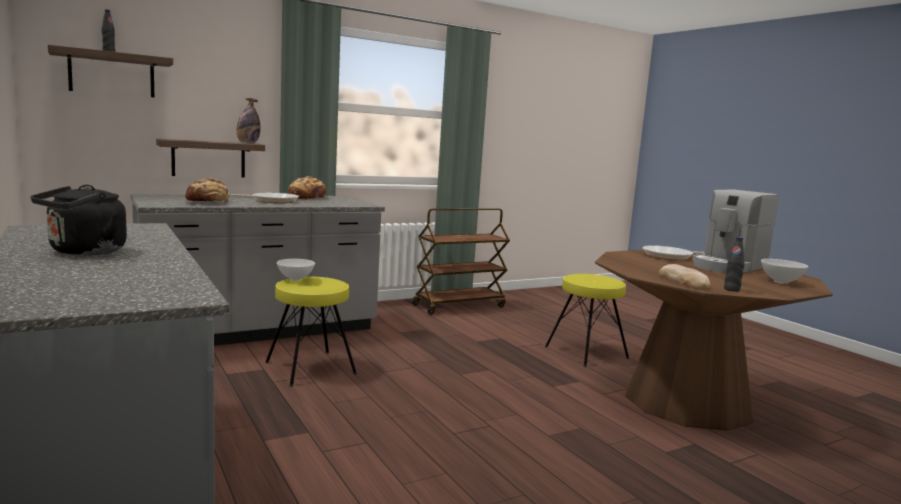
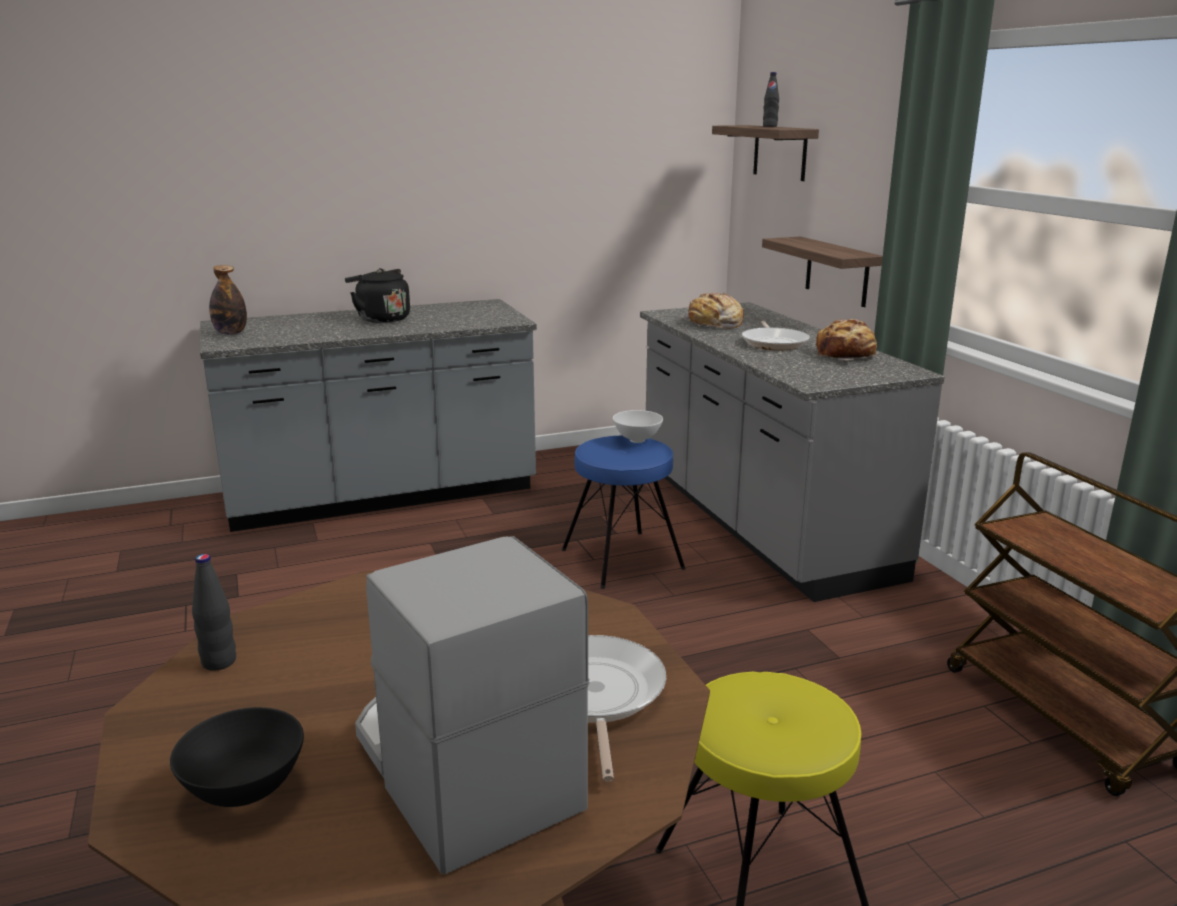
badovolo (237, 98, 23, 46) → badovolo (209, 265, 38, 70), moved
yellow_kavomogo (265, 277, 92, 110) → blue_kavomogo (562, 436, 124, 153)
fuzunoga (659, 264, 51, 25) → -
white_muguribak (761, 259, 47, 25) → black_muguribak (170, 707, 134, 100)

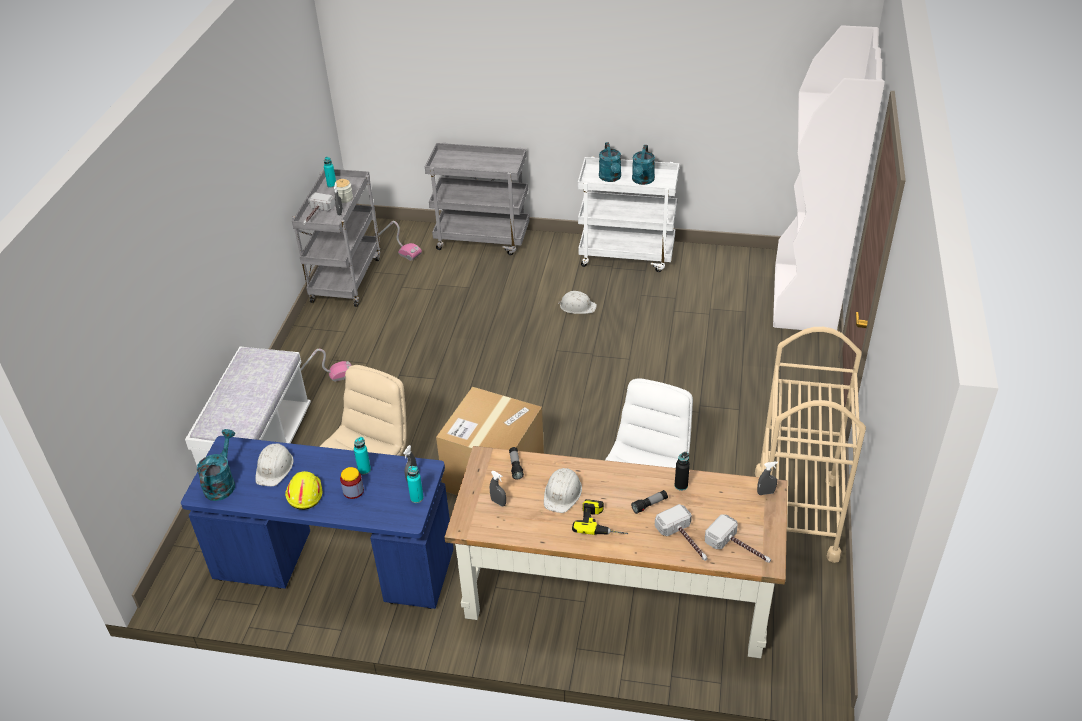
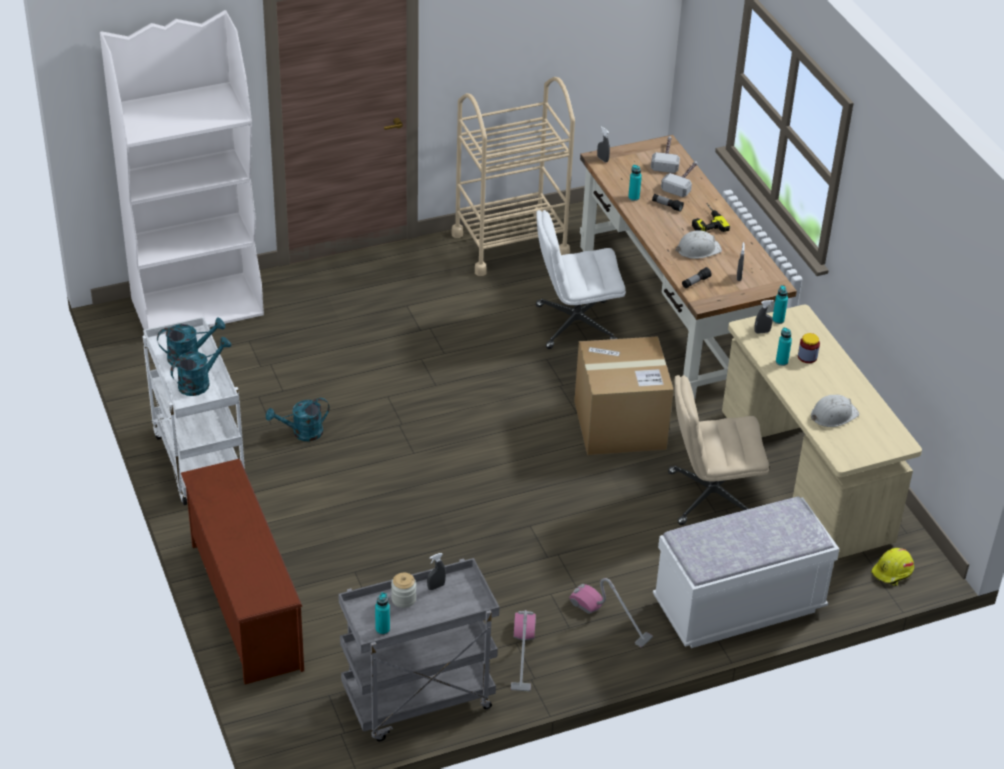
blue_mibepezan (181, 436, 273, 173) → beige_mibepezan (722, 305, 200, 253)
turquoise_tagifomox (197, 429, 38, 72) → turquoise_tagifomox (266, 398, 63, 43), moved
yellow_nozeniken (285, 471, 38, 39) → yellow_nozeniken (871, 548, 43, 38), moved
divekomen (303, 193, 32, 32) → -
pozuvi (379, 221, 43, 40) → pozuvi (511, 610, 25, 82), moved
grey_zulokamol (425, 142, 105, 113) → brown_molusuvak (181, 459, 123, 225)
white_nozeniken (558, 291, 39, 23) → -
black_badovolo (675, 452, 15, 39) → turquoise_badovolo (628, 165, 14, 36)

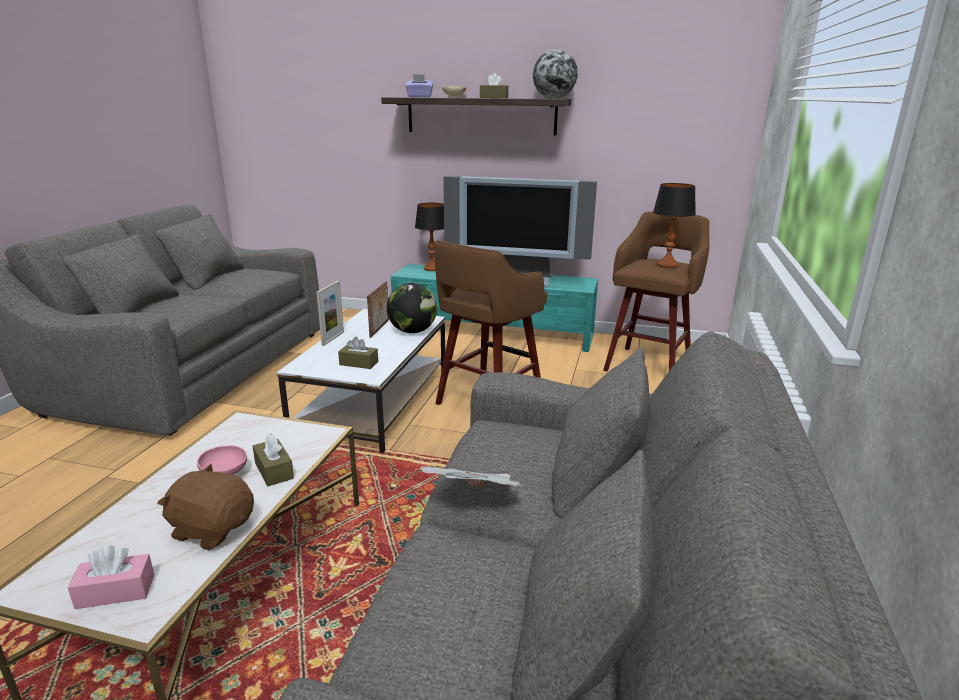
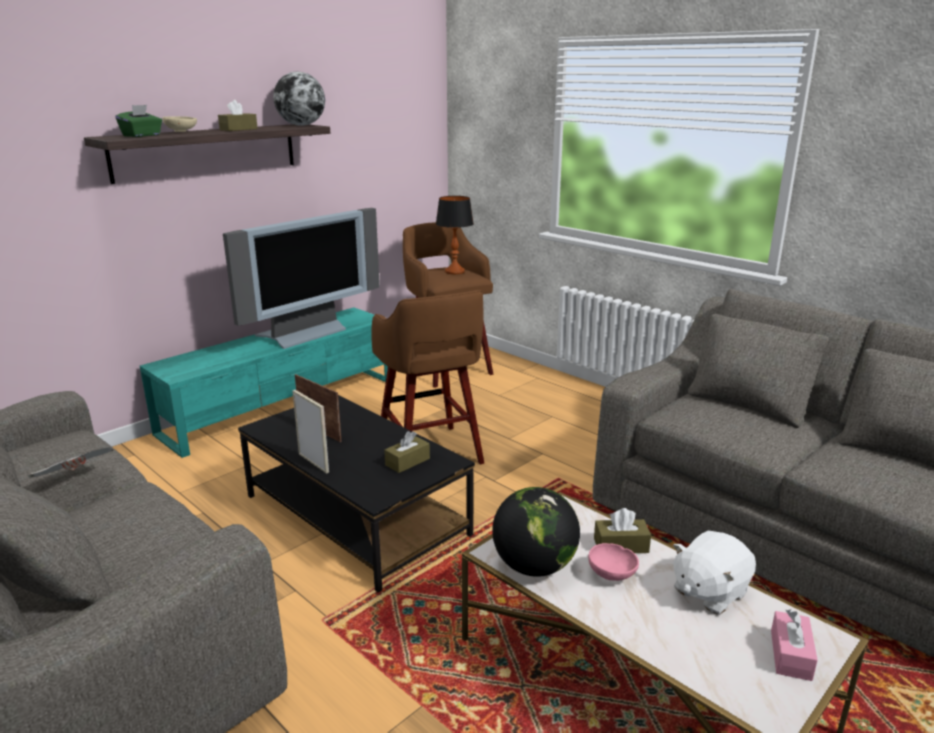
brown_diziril (157, 464, 97, 86) → white_diziril (673, 531, 83, 84)
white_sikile (277, 309, 168, 144) → black_sikile (238, 395, 237, 198)
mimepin (387, 283, 50, 50) → mimepin (492, 487, 88, 90), moved
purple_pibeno (406, 74, 27, 23) → green_pibeno (115, 105, 47, 32)
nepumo (415, 203, 29, 68) → -
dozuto (420, 466, 103, 21) → dozuto (28, 447, 86, 31), moved

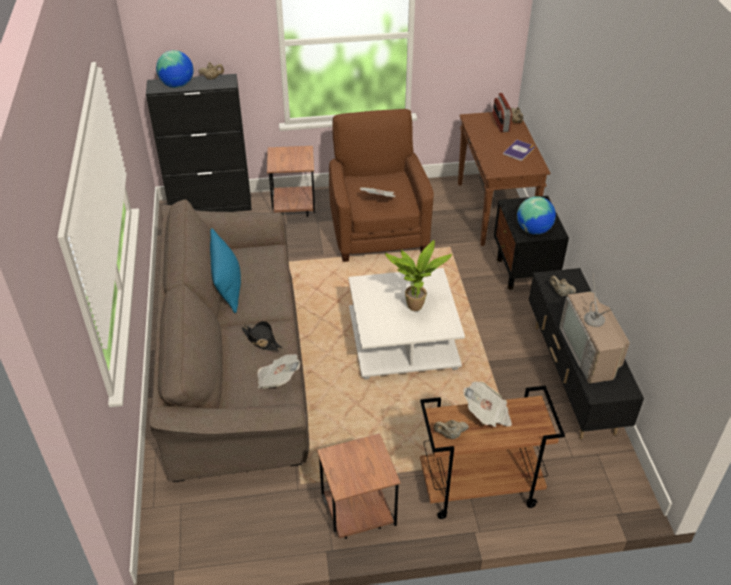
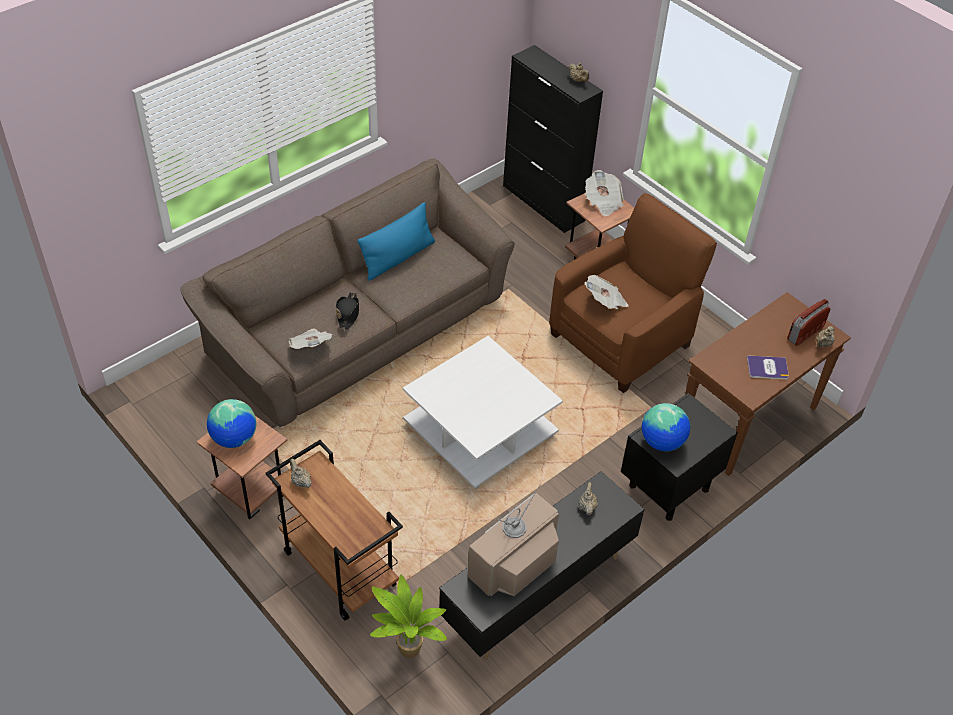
mimepin (156, 50, 37, 38) → mimepin (207, 399, 49, 49), moved
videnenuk (385, 240, 67, 71) → videnenuk (370, 575, 77, 83), moved
dozuto (463, 381, 49, 46) → dozuto (585, 170, 39, 46), moved

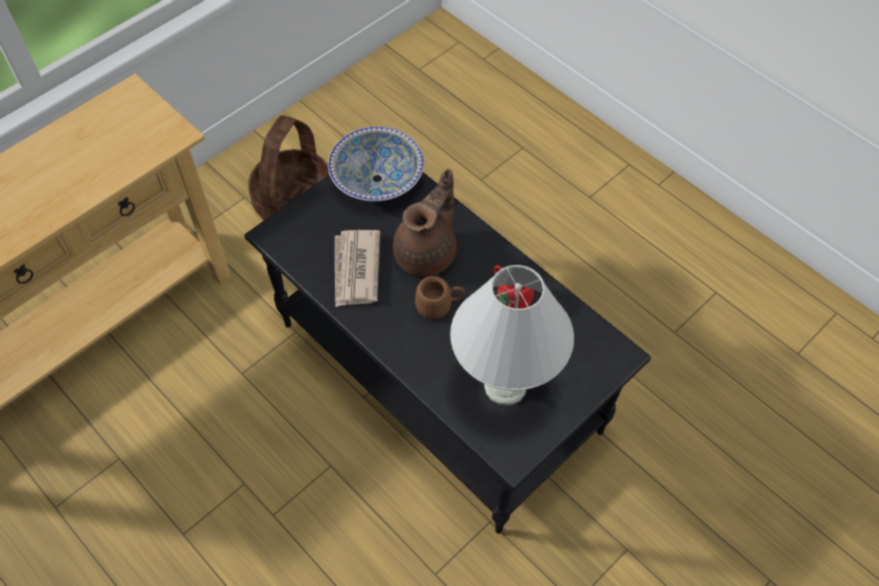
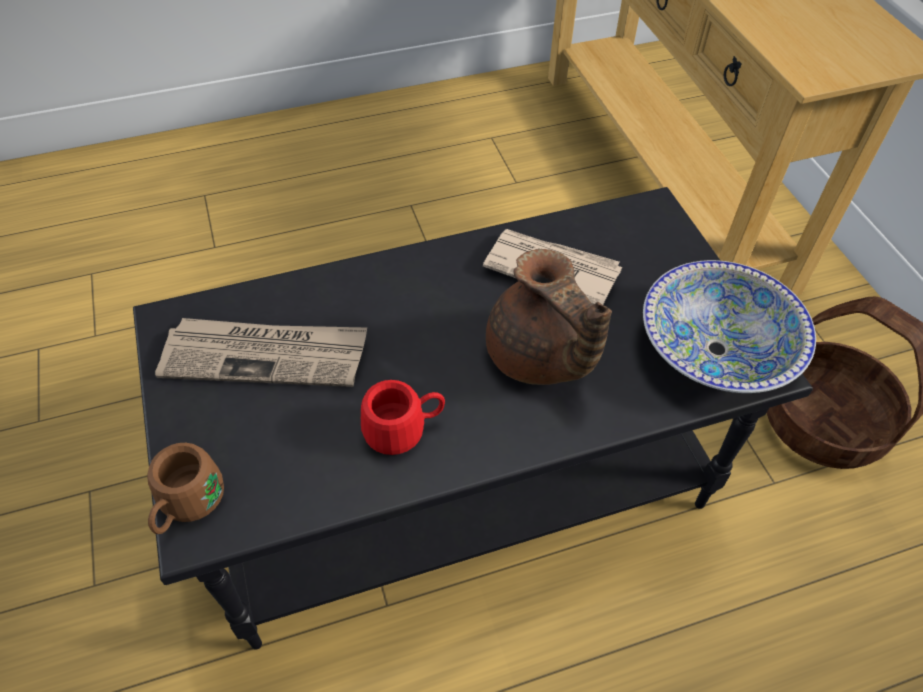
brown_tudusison (415, 276, 50, 43) → brown_tudusison (147, 443, 77, 91), moved
white_nepumo (450, 265, 124, 140) → dozuto (155, 318, 212, 69)

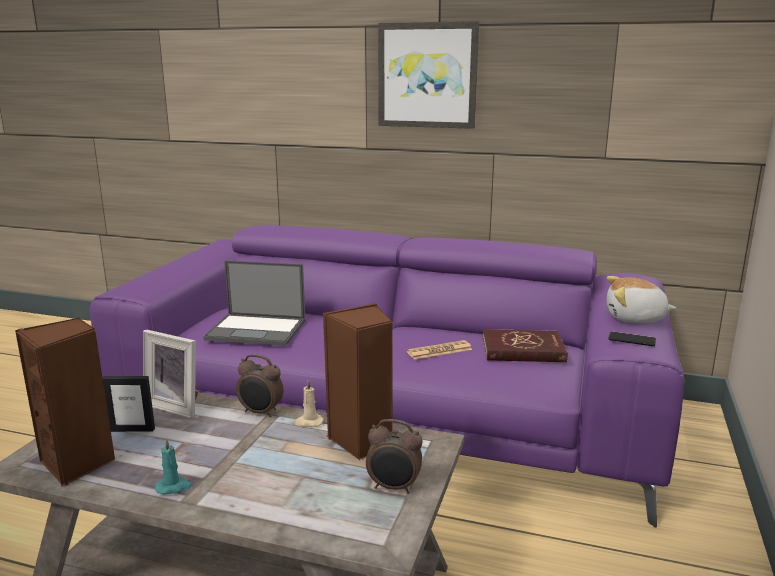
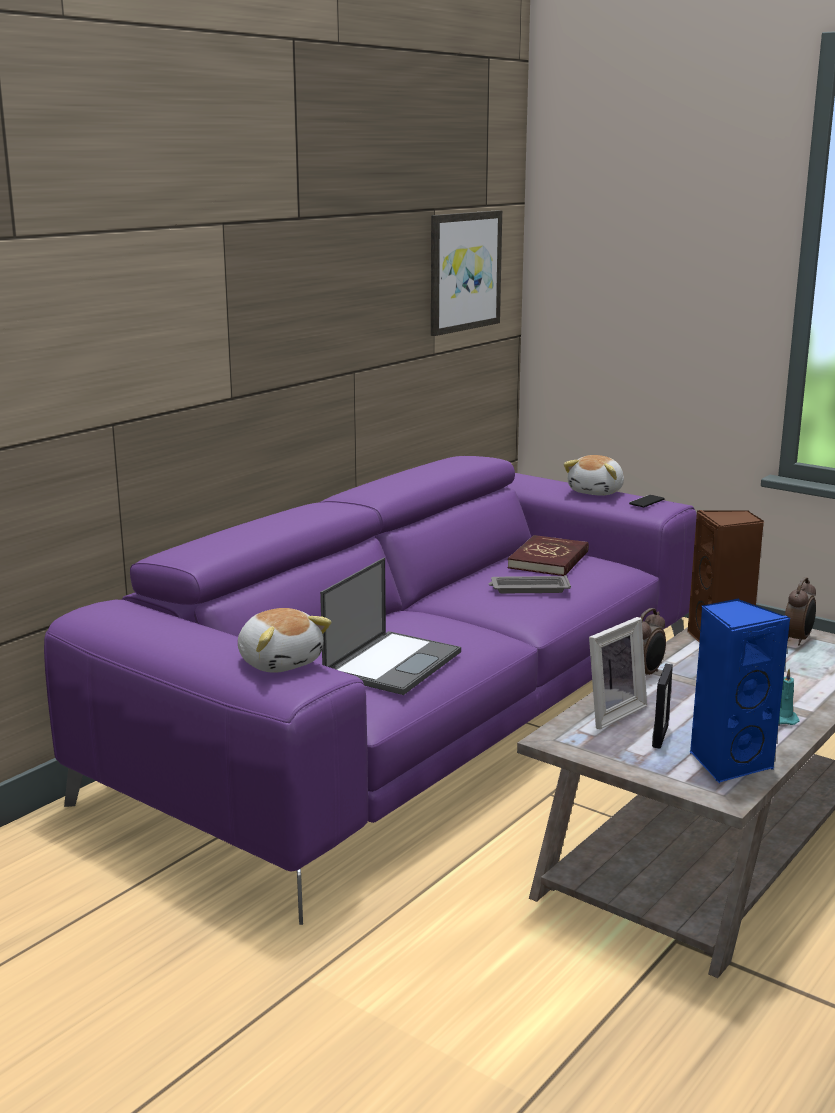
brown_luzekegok (15, 318, 100, 168) → blue_luzekegok (690, 599, 101, 184)
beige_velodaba (294, 379, 30, 48) → -
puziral (378, 21, 101, 108) → puziral (431, 210, 71, 126), moved
dozuto (407, 340, 66, 20) → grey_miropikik (489, 575, 82, 18)
- → diziril (238, 608, 93, 65)

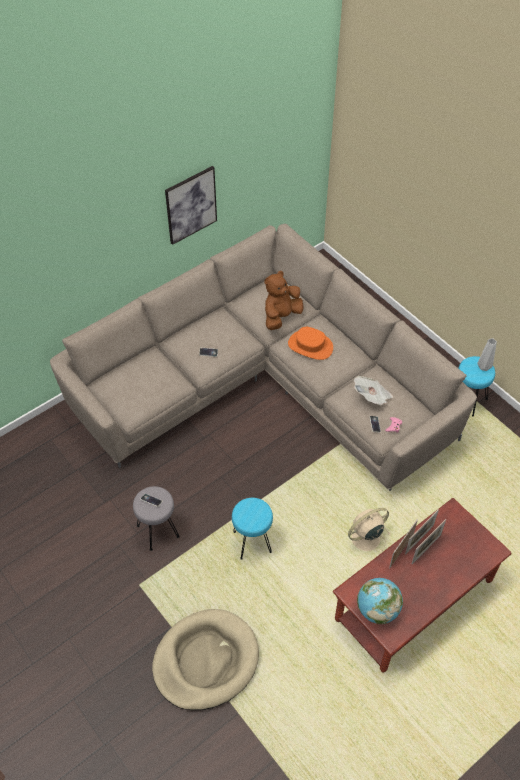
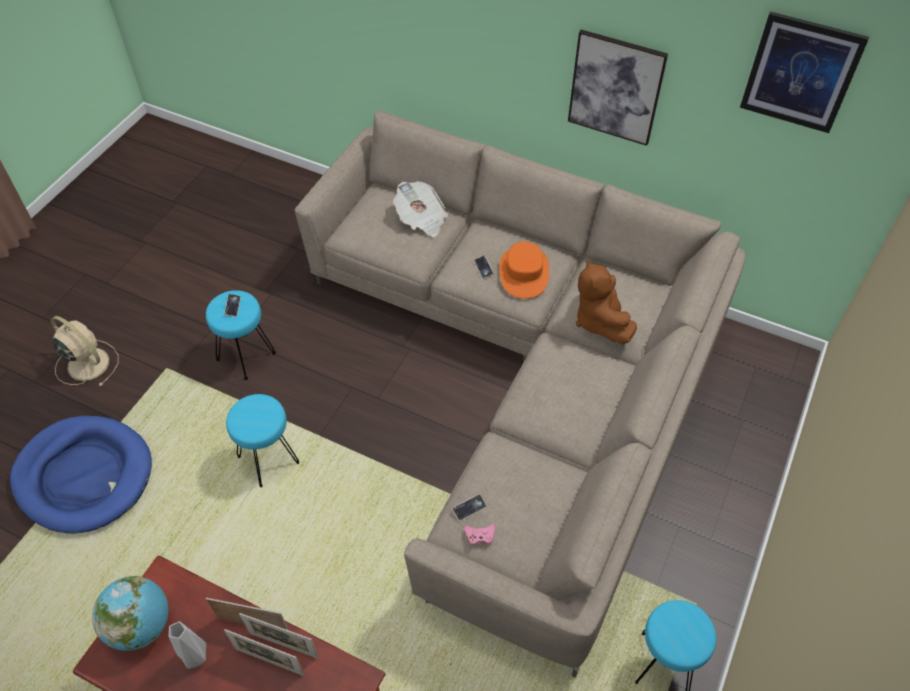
grey_kavomogo (133, 486, 47, 65) → turquoise_kavomogo (206, 290, 70, 90)
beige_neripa (152, 609, 107, 101) → blue_neripa (10, 416, 142, 117)
brown_diziril (265, 271, 39, 59) → brown_diziril (576, 258, 61, 86), 120 degrees counterclockwise
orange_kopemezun (288, 327, 45, 33) → orange_kopemezun (499, 242, 50, 57), moved
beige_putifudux (348, 508, 43, 47) → beige_putifudux (51, 316, 67, 70), moved
dozuto (354, 376, 39, 29) → dozuto (393, 181, 55, 56), moved
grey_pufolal (478, 338, 19, 33) → grey_pufolal (169, 621, 37, 48), moved
- → puziral (740, 11, 129, 122)

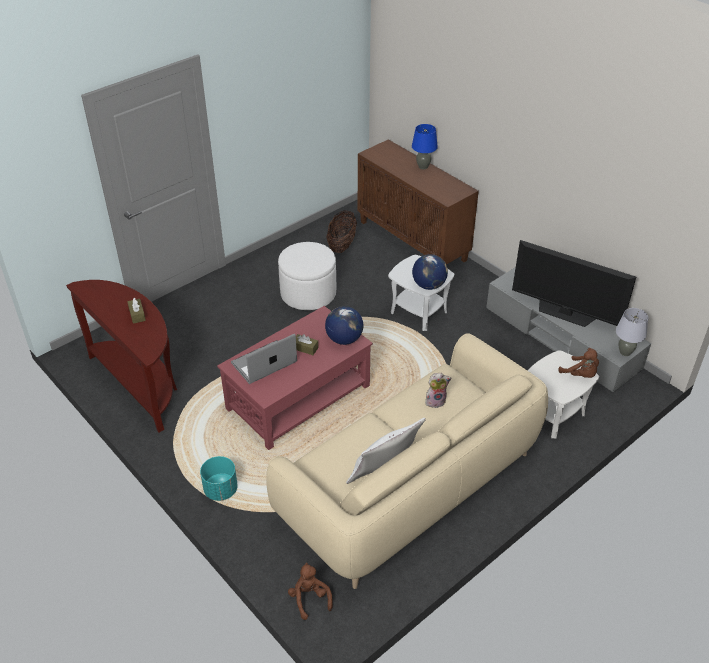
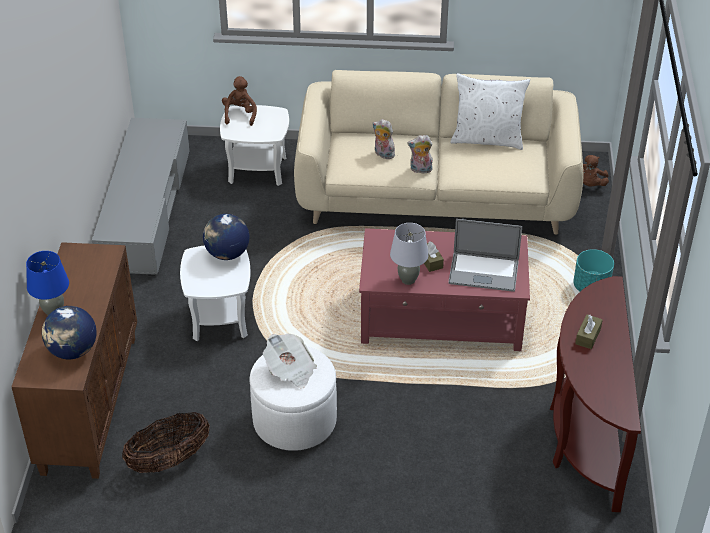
mimepin (325, 306, 38, 39) → mimepin (42, 306, 55, 53), moved
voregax (512, 240, 124, 87) → -
grey_nepumo (616, 308, 32, 48) → grey_nepumo (390, 223, 39, 62), moved
- → dozuto (263, 333, 54, 55)
- → diziril (407, 135, 26, 39)

